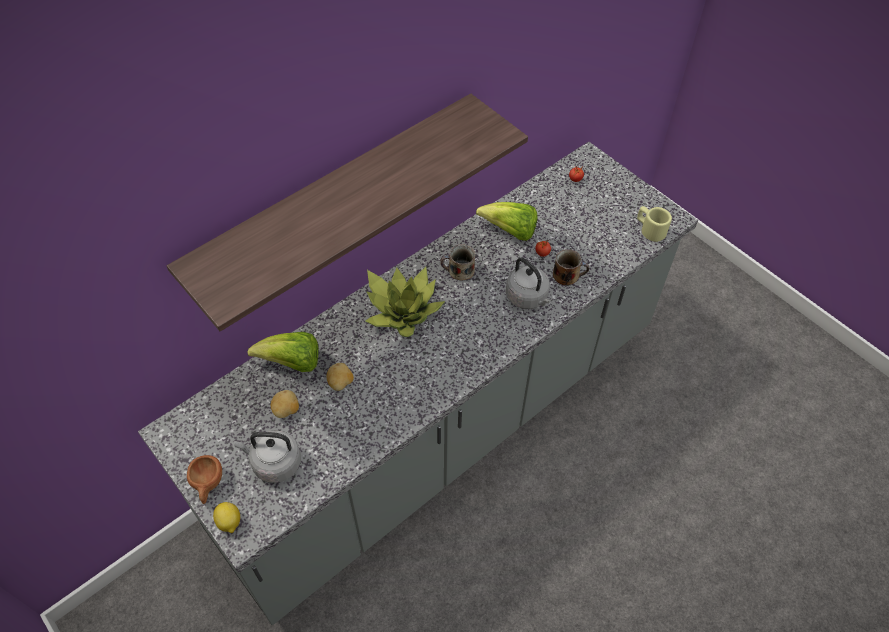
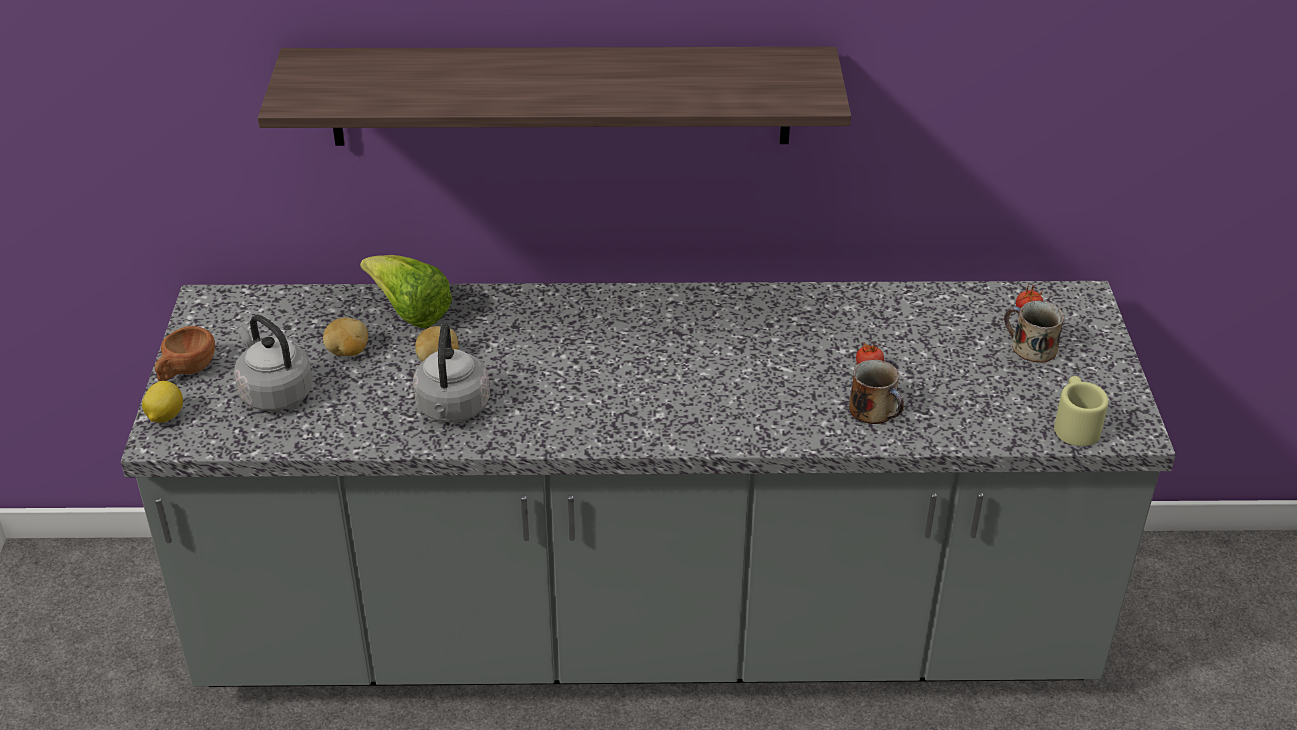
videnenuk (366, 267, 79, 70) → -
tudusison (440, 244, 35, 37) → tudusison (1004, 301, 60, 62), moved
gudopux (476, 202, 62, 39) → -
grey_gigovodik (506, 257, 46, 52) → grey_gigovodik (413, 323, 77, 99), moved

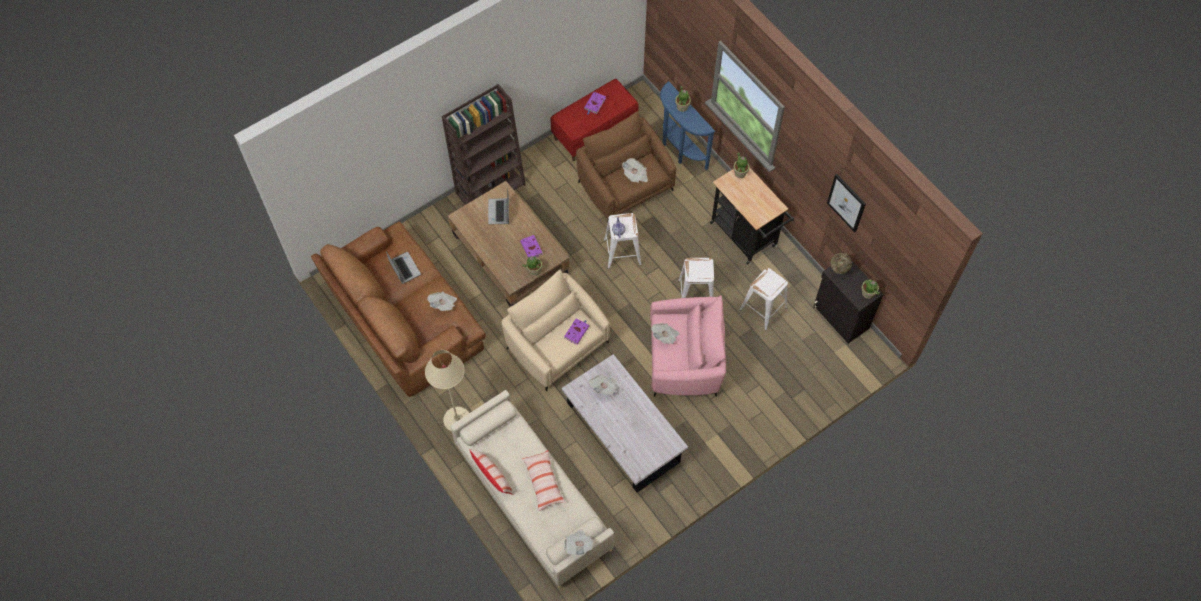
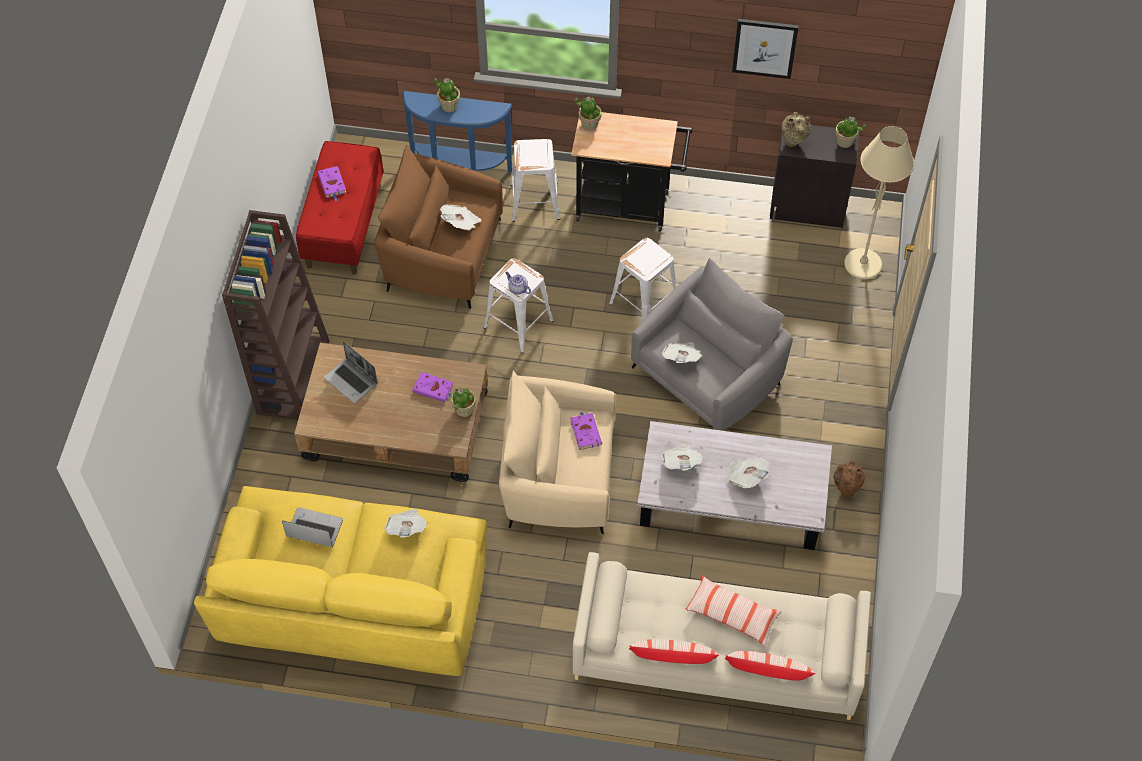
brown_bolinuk (311, 222, 175, 175) → yellow_bolinuk (194, 486, 293, 190)
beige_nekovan (425, 350, 44, 82) → beige_nekovan (844, 126, 70, 153), moved
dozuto (564, 529, 30, 27) → dozuto (726, 457, 44, 31), moved
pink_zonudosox (650, 295, 76, 101) → grey_zonudosox (631, 258, 162, 173)
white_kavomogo (739, 268, 49, 63) → white_kavomogo (510, 139, 50, 83), moved
- → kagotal (725, 651, 90, 30)
- → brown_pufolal (833, 460, 32, 37)

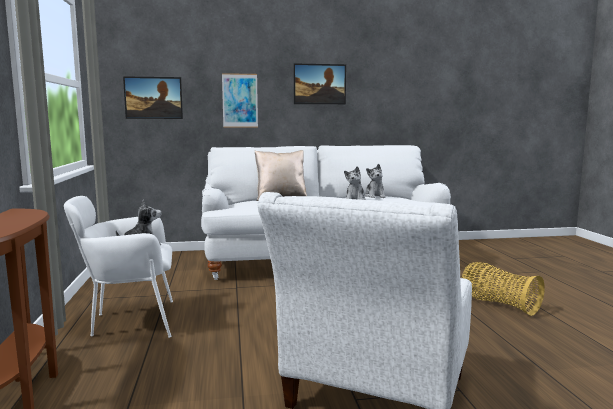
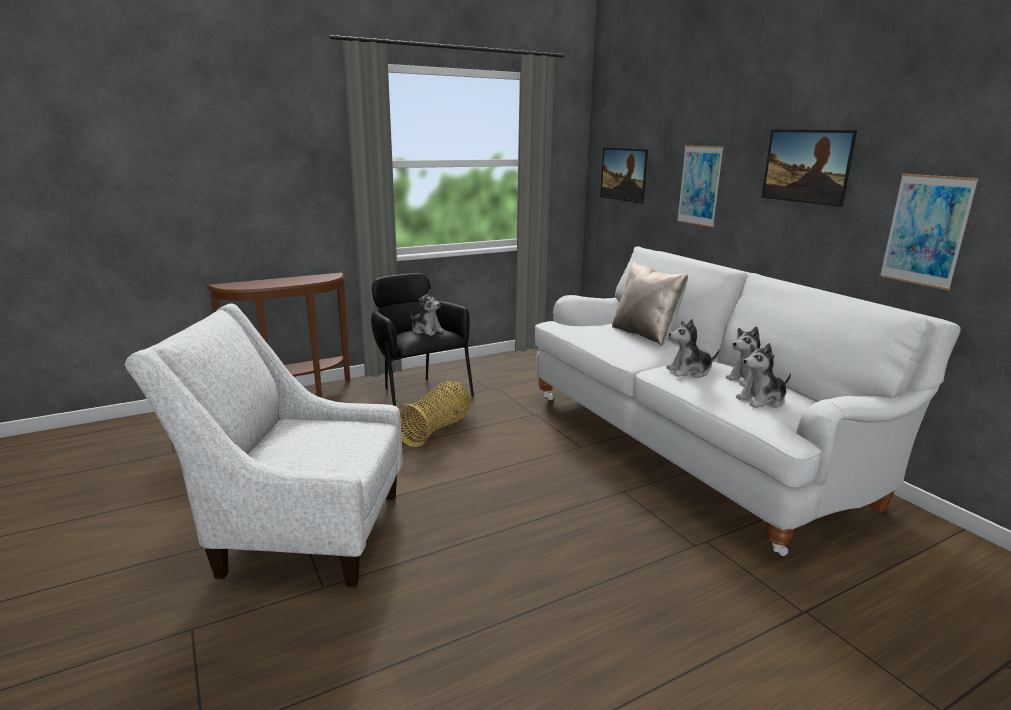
white_zonudosox (64, 196, 109, 142) → black_zonudosox (371, 273, 103, 133)
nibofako (462, 262, 83, 54) → nibofako (398, 381, 73, 66), moved
- → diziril (736, 343, 55, 65)
- → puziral (880, 174, 99, 116)

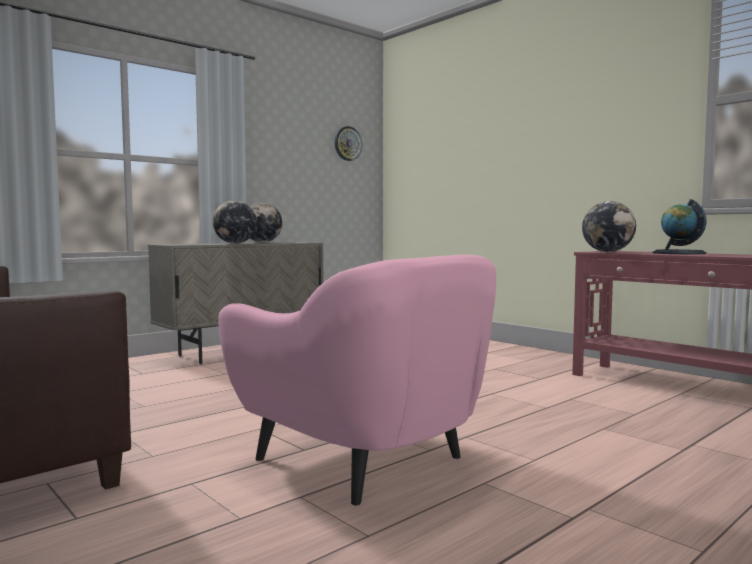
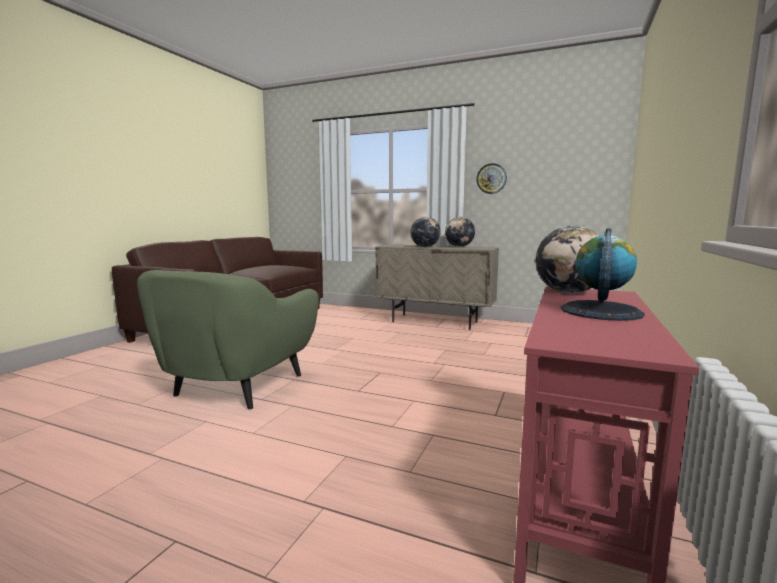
pink_zonudosox (218, 255, 278, 250) → green_zonudosox (137, 270, 182, 139)
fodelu (335, 126, 27, 35) → fodelu (476, 163, 31, 31), moved

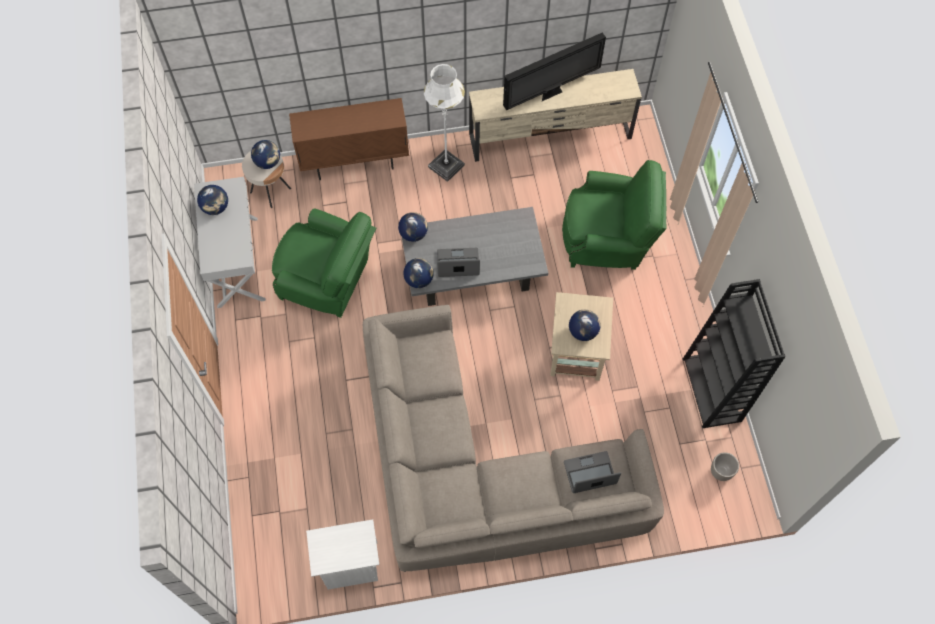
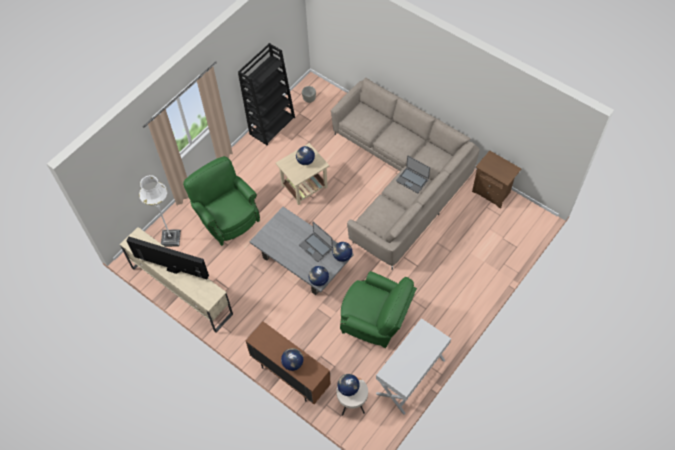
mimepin (197, 185, 31, 30) → mimepin (281, 348, 22, 23), moved
green_zonudosox (272, 208, 104, 110) → green_zonudosox (340, 271, 77, 77), 135 degrees clockwise
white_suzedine (306, 519, 73, 71) → brown_suzedine (472, 150, 49, 59)
white_nekovan (424, 64, 41, 118) → white_nekovan (139, 175, 42, 72), moved
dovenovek (564, 451, 57, 42) → dovenovek (396, 156, 34, 37), moved

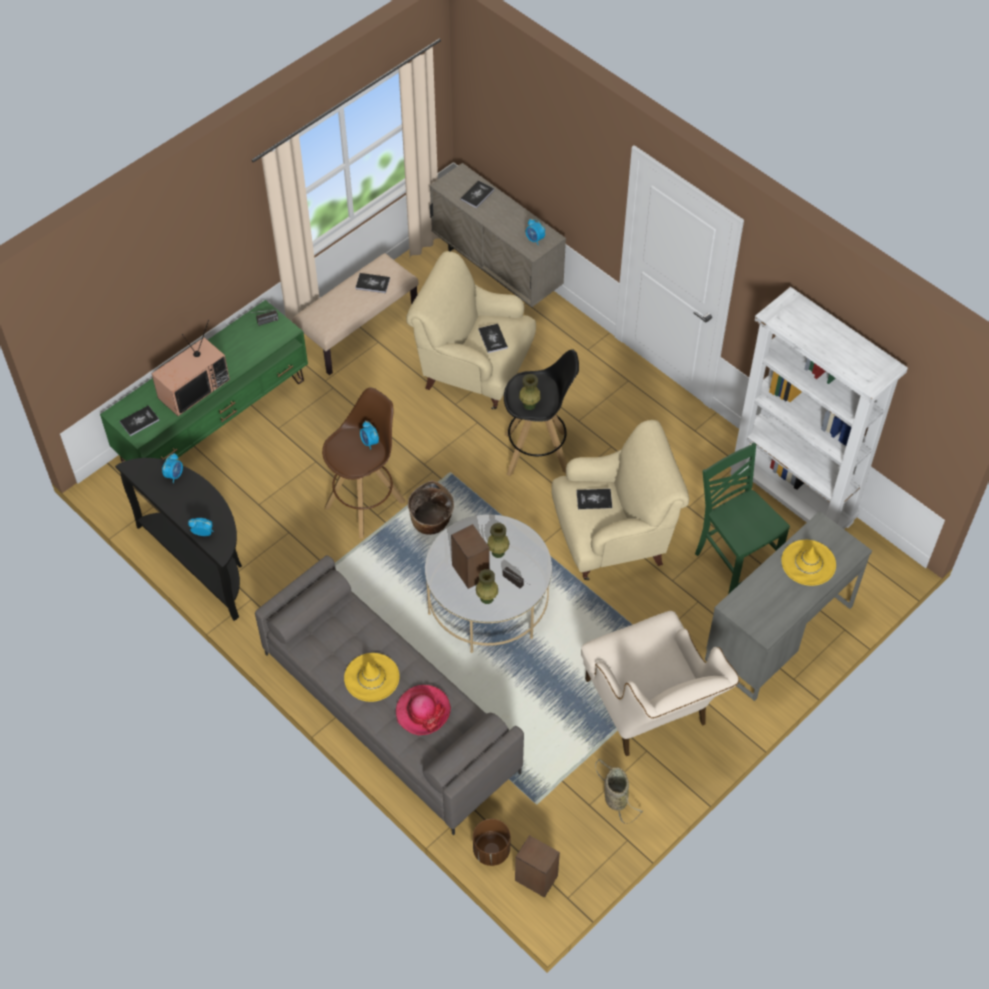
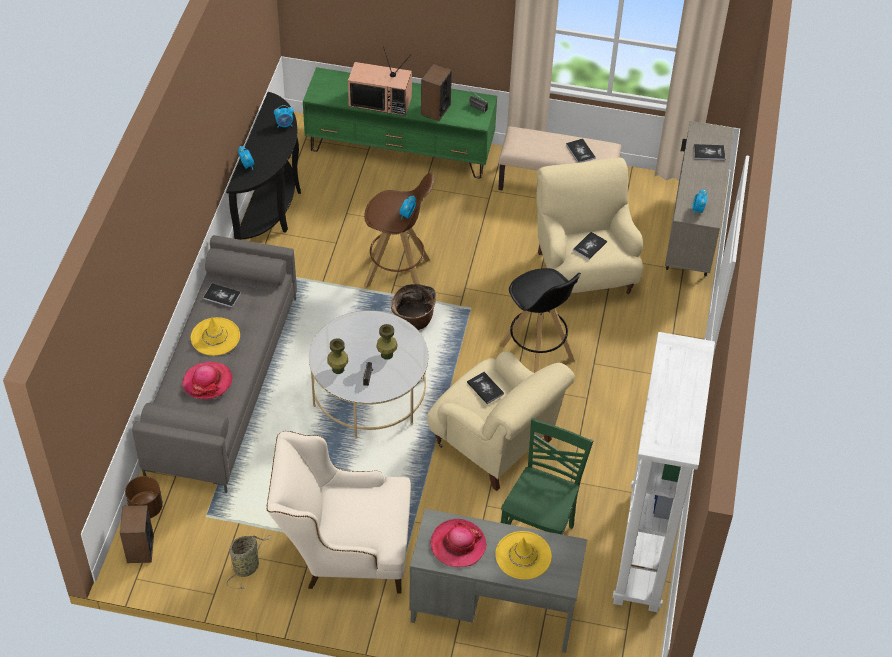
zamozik (119, 405, 41, 31) → zamozik (203, 284, 38, 24), moved
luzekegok (451, 524, 39, 65) → luzekegok (421, 64, 31, 57), moved
green_pufolal (519, 374, 22, 36) → -
beige_zonudosox (581, 611, 158, 145) → beige_zonudosox (267, 431, 144, 163), 60 degrees clockwise
- → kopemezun (431, 519, 56, 48)

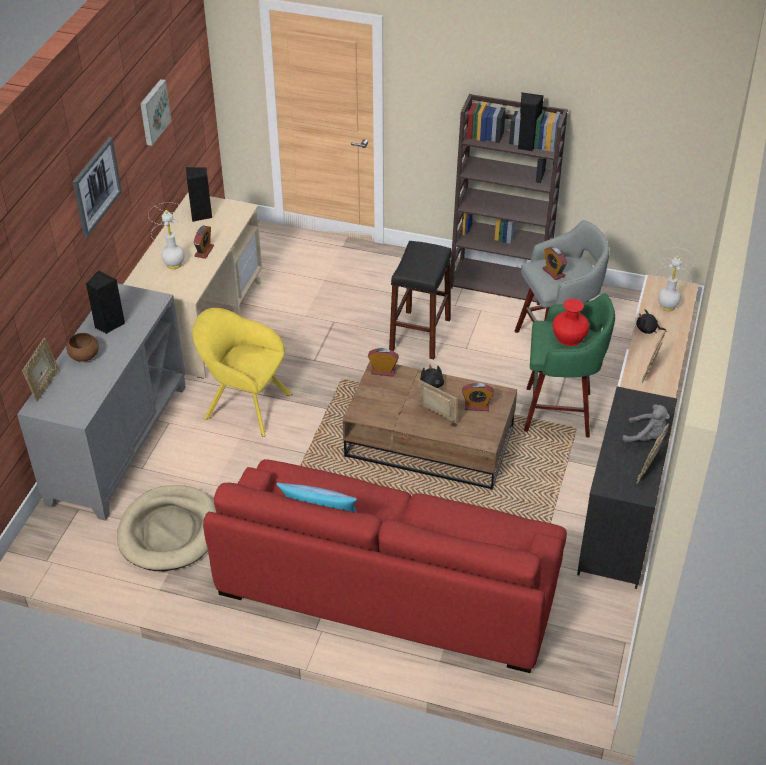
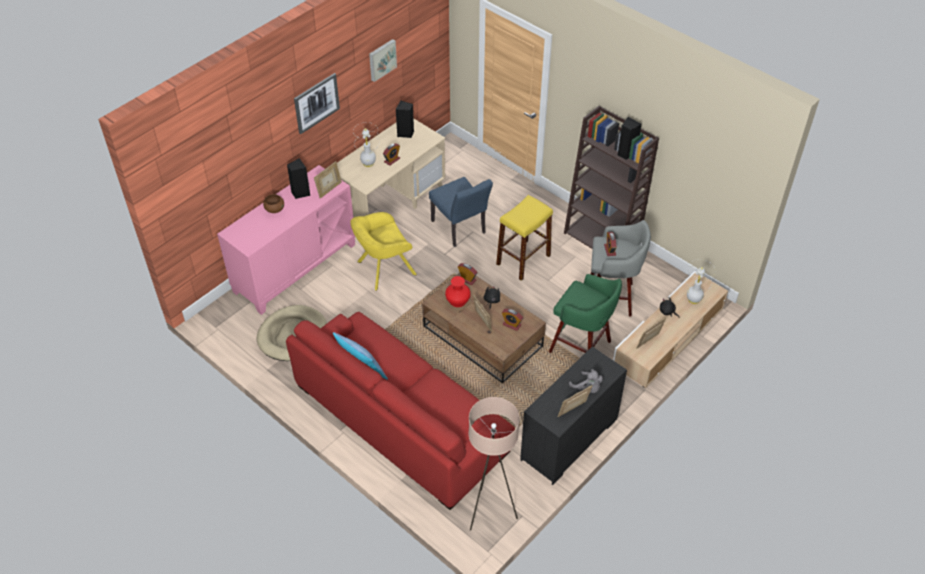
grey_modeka (17, 283, 169, 238) → pink_modeka (217, 165, 138, 150)
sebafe (22, 338, 36, 64) → sebafe (314, 161, 28, 38), moved
yellow_zonudosox (193, 308, 99, 129) → yellow_zonudosox (350, 212, 67, 79), 75 degrees counterclockwise
black_kavomogo (389, 241, 63, 118) → yellow_kavomogo (496, 195, 57, 86)
red_pufolal (552, 299, 37, 47) → red_pufolal (445, 276, 26, 31), moved
- → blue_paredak (429, 177, 64, 70)
- → beige_nekovan (469, 397, 51, 134)

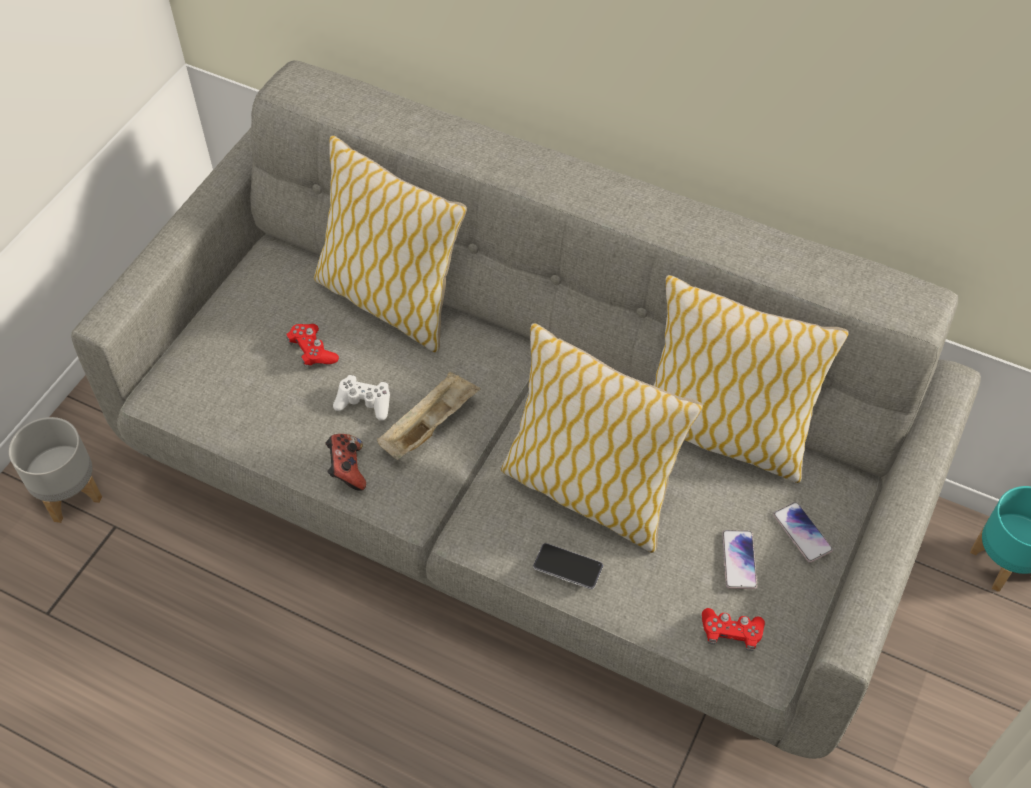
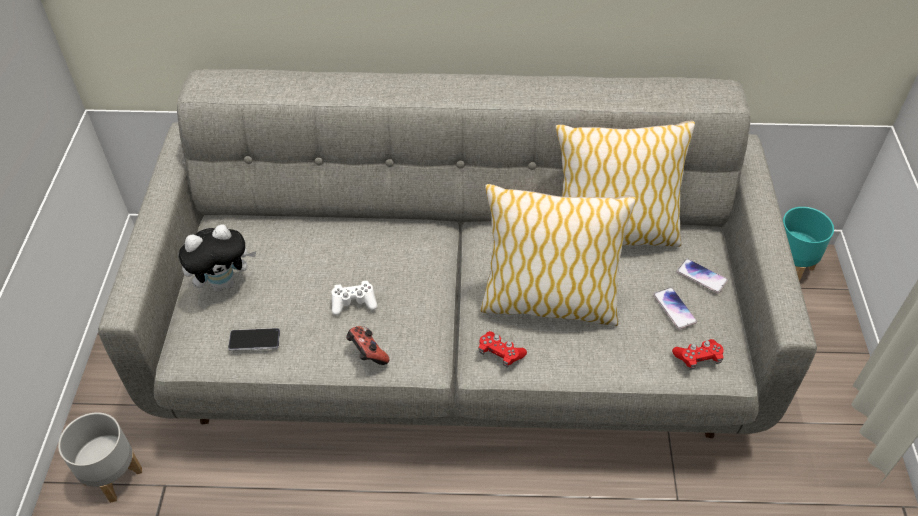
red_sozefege (286, 324, 53, 43) → red_sozefege (478, 331, 49, 37), moved
kagotal (314, 135, 153, 218) → -
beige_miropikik (377, 372, 104, 88) → -
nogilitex (533, 543, 70, 46) → nogilitex (228, 328, 52, 23), moved
- → diziril (179, 224, 77, 68)

